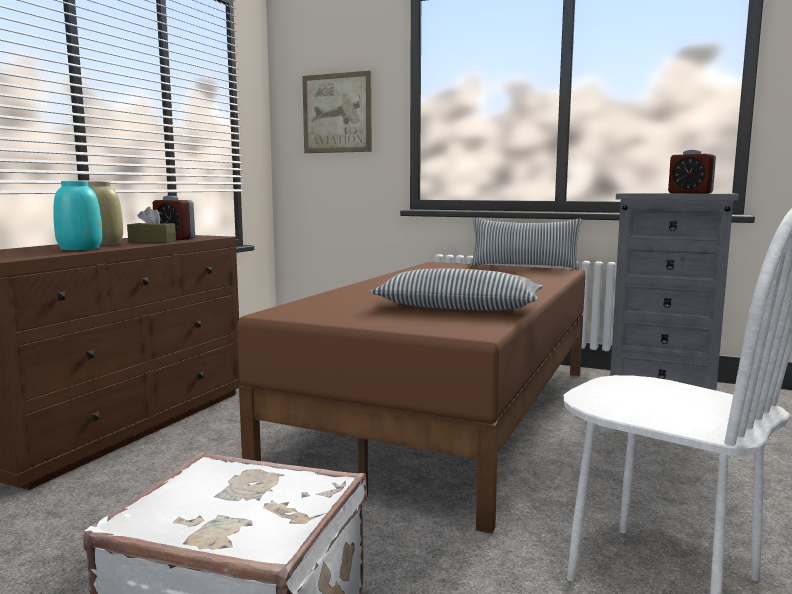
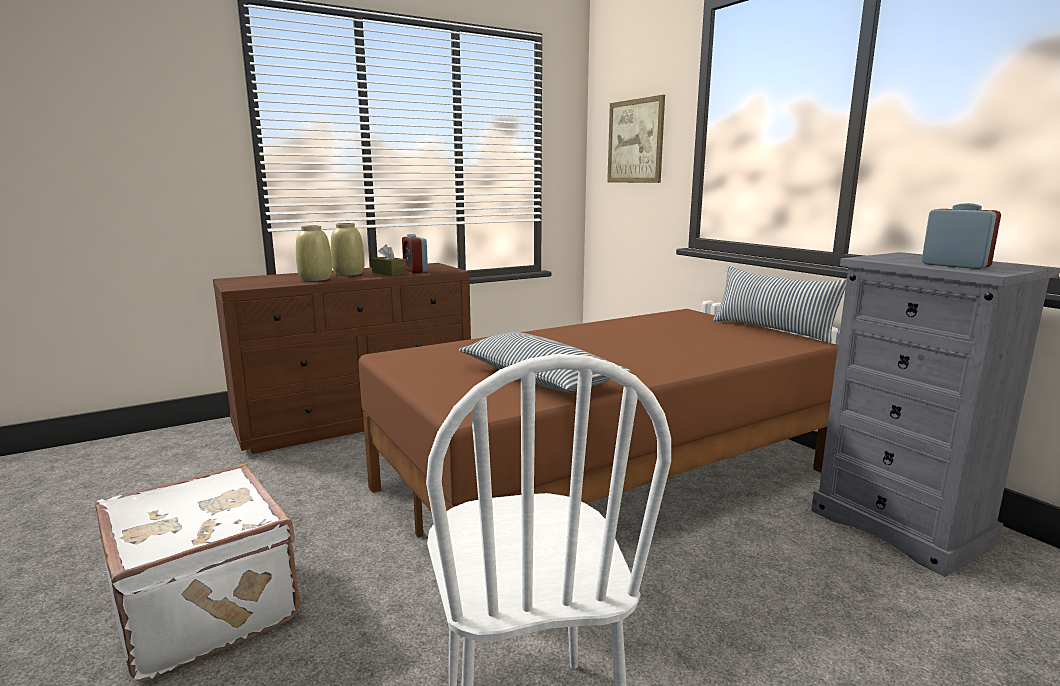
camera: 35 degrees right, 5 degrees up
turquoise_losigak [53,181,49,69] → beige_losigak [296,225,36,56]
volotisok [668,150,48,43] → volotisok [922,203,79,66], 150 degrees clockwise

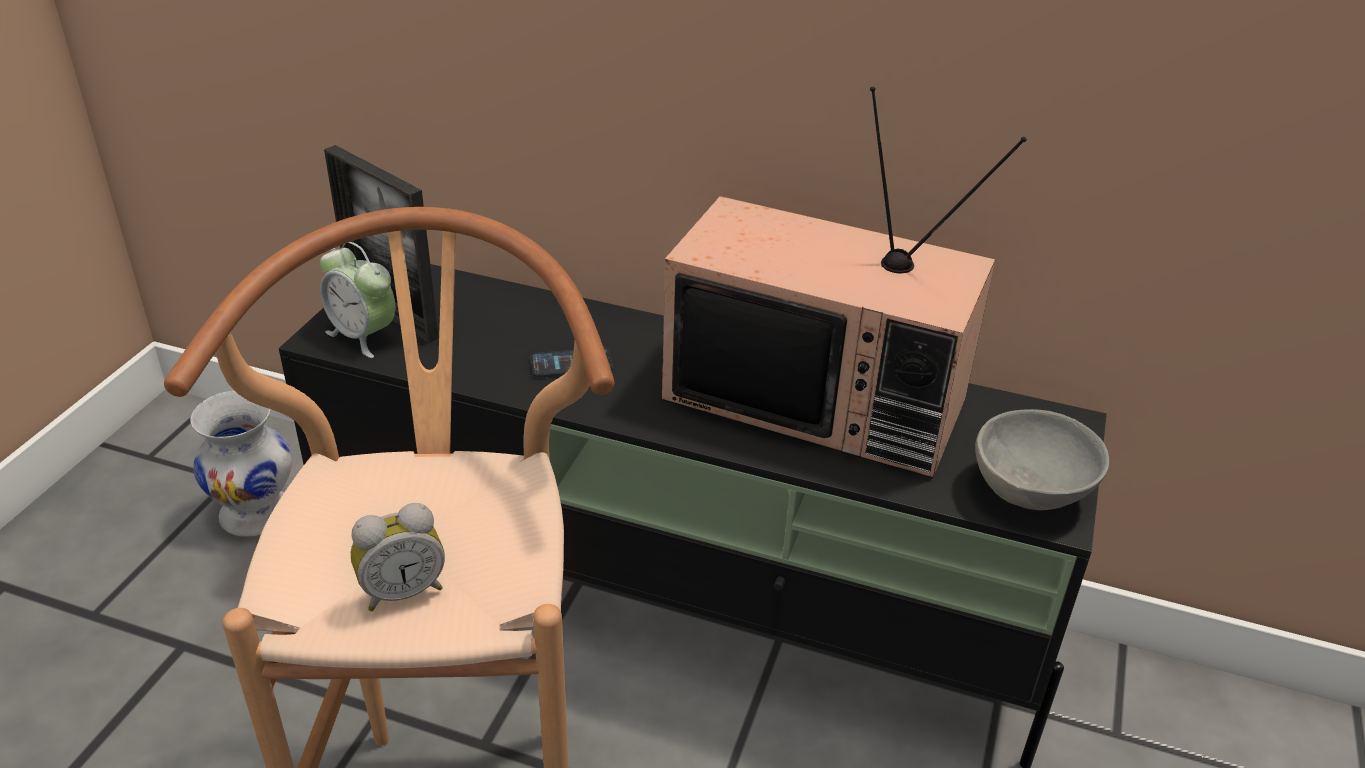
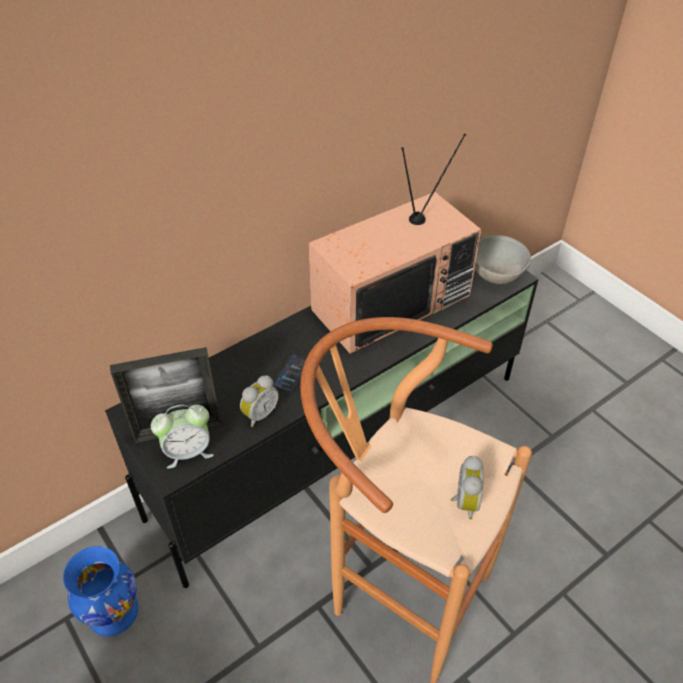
camera: 55 degrees left, 10 degrees up
- → volotisok [240,375,39,52]
white_losigak [190,391,102,146] → blue_losigak [63,546,75,90]

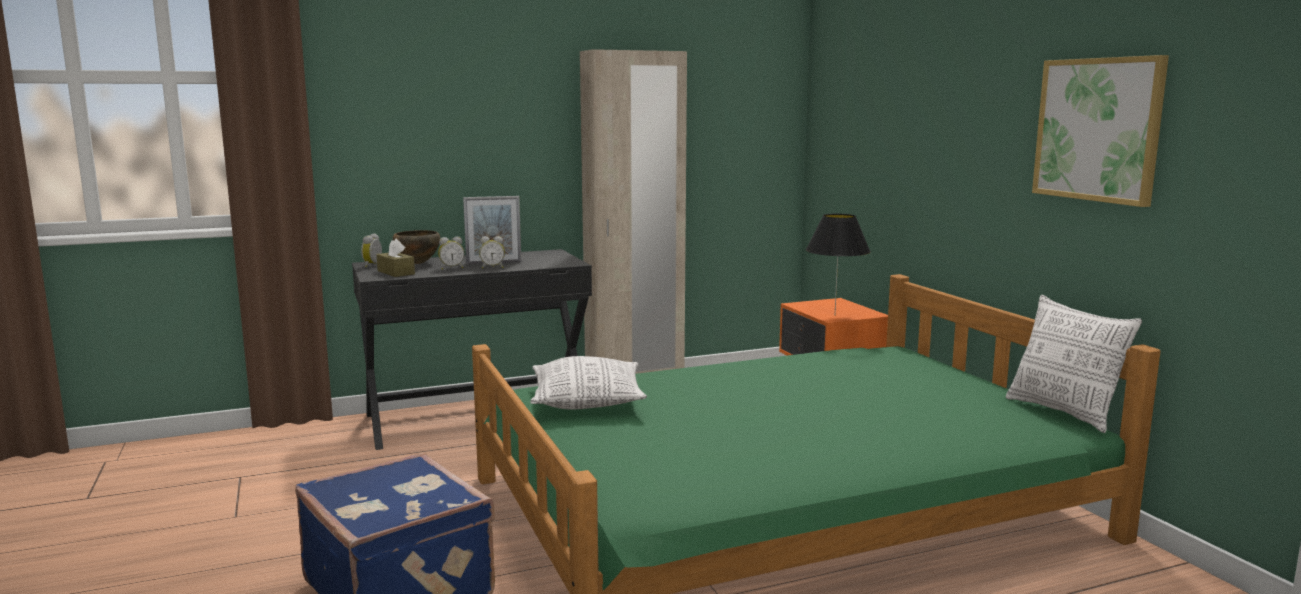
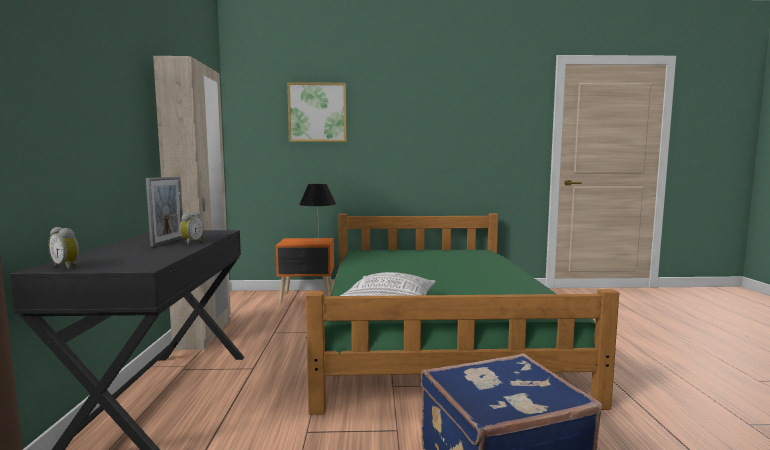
camera: 70 degrees left, 5 degrees down
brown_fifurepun [377,238,38,39] → -
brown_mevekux [393,230,47,34] → -
volotisok [438,237,27,33] → -
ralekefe [1006,295,136,138] → -
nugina [1032,55,137,152] → nugina [287,82,60,60], shifted

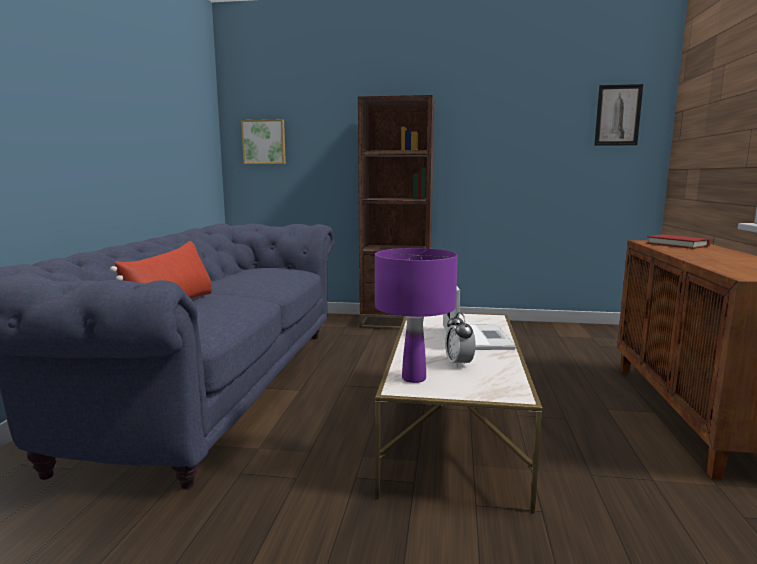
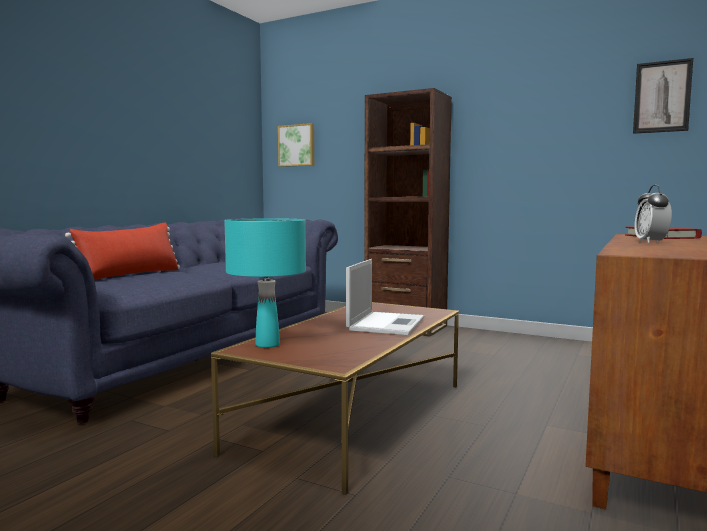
camera: 20 degrees right, 5 degrees down
volotisok [445,312,31,56] → volotisok [635,185,37,58], shifted
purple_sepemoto [375,248,83,135] → turquoise_sepemoto [224,218,82,130]
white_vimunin [375,313,167,200] → brown_vimunin [211,302,248,193]

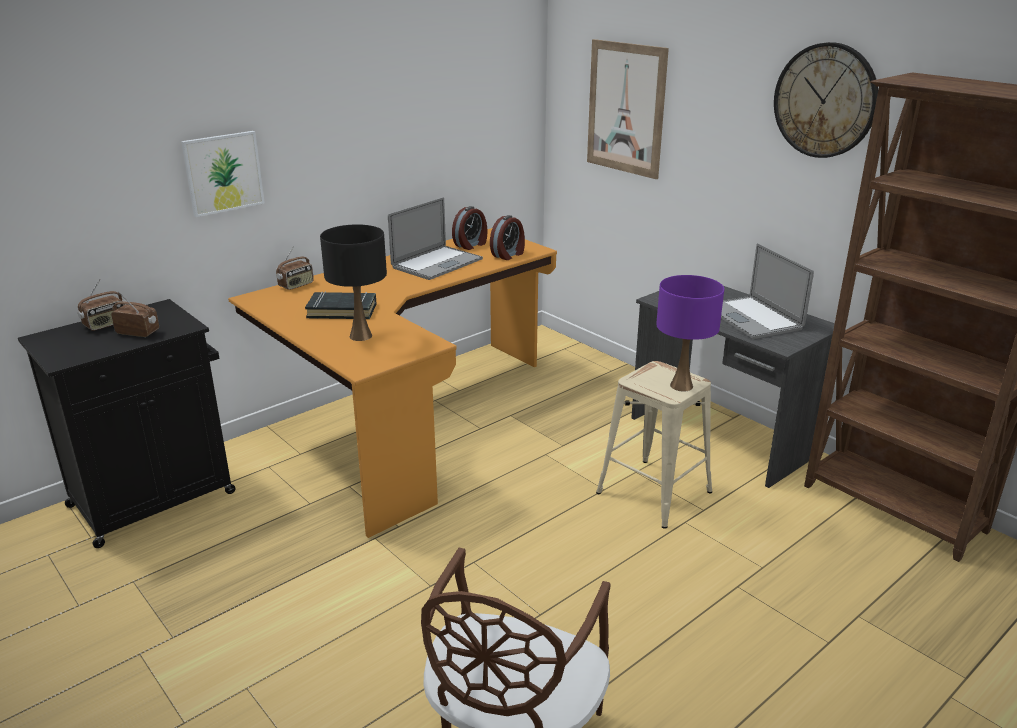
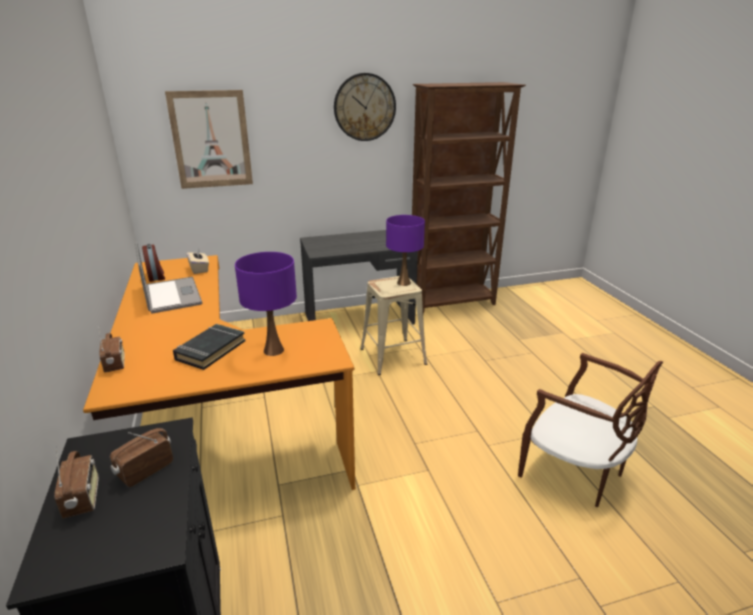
camera: 65 degrees left, 0 degrees up
nugina [181,131,84,86] → -
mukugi [721,243,93,96] → -
volotisok [490,215,35,45] → beige_fifurepun [187,248,22,26]
black_sepemoto [320,224,67,117] → purple_sepemoto [235,252,62,104]

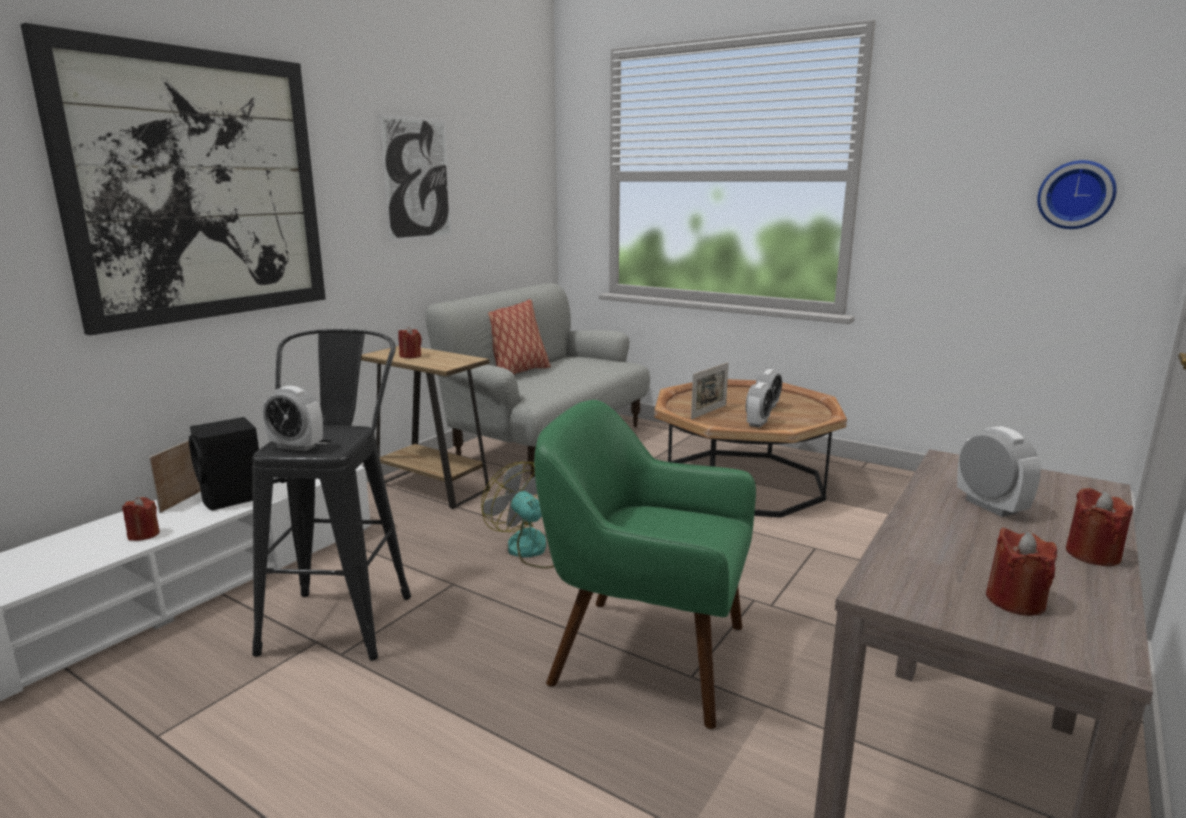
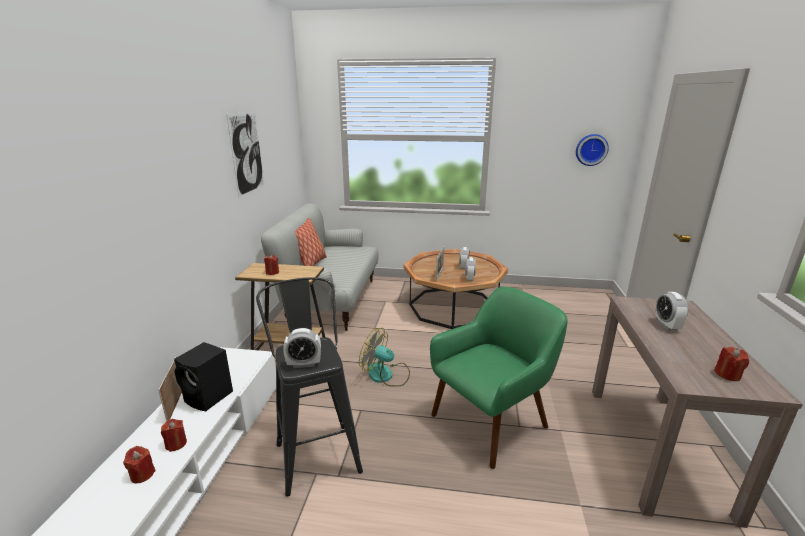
camera: 25 degrees left, 5 degrees up
nugina [20,23,306,312] → -
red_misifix [1066,488,67,78] → red_misifix [123,446,33,37], shifted
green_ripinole [534,400,222,329] → green_ripinole [430,287,137,182], 150 degrees clockwise
volotisok [957,426,84,91] → volotisok [655,292,33,38], 135 degrees counterclockwise

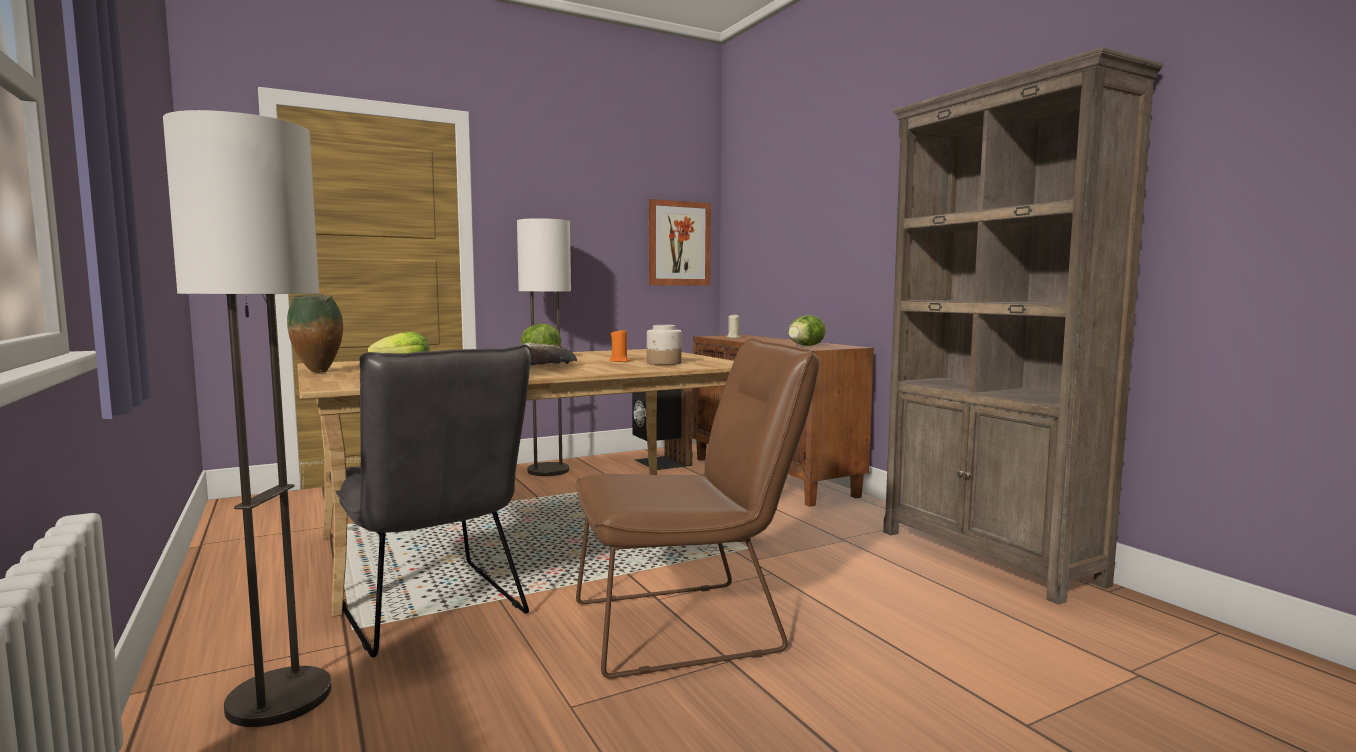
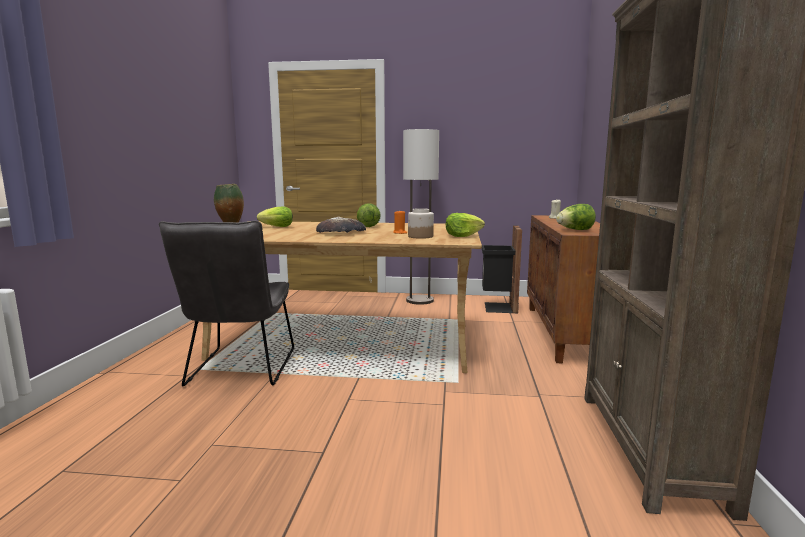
camera: 35 degrees right, 5 degrees up
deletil [163,110,168,617] → -
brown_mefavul [576,338,244,341] → -
nugina [648,199,63,87] → -
- → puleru [446,213,39,24]

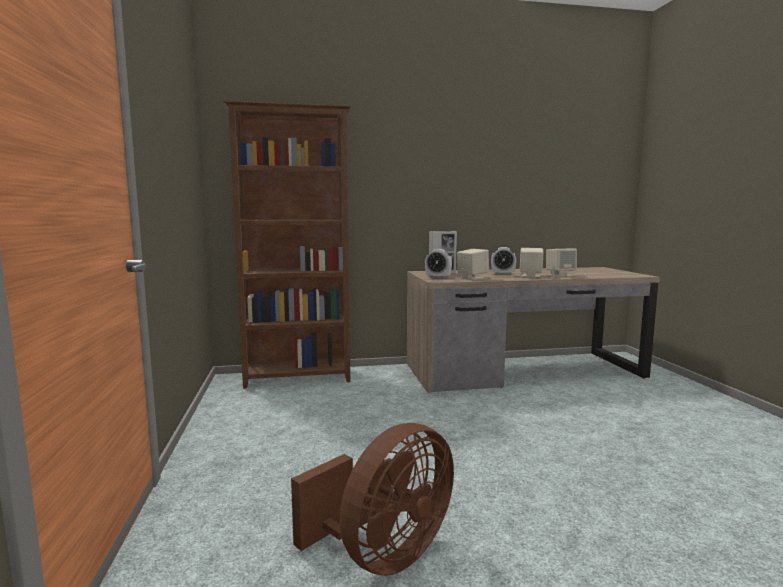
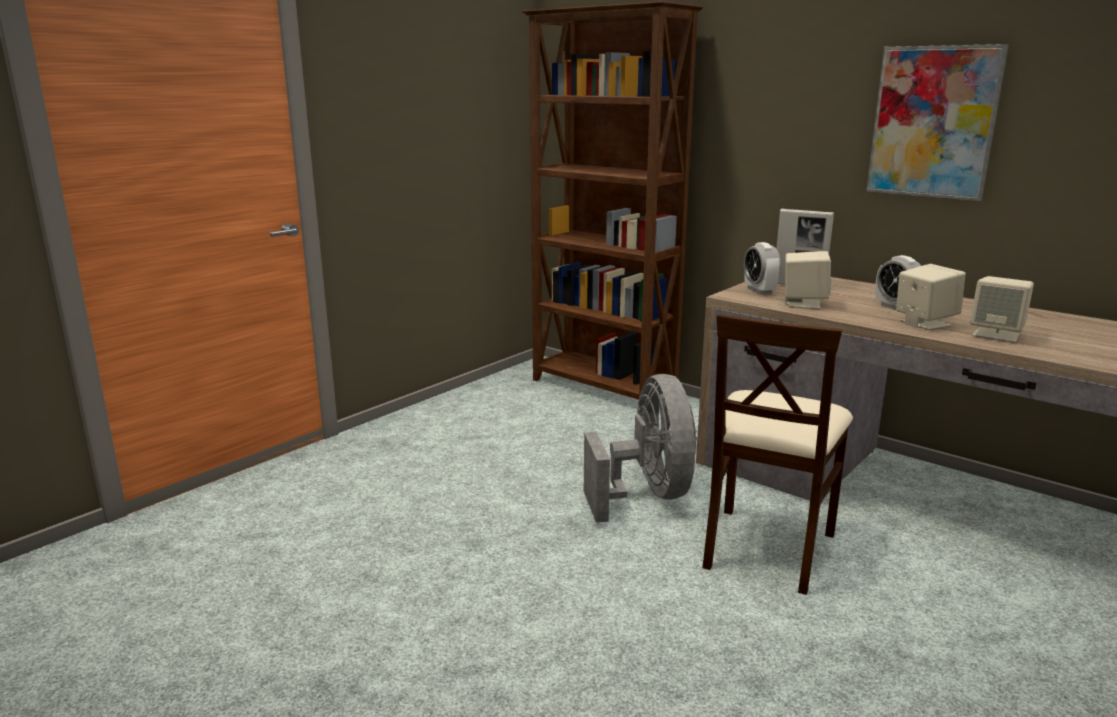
camera: 50 degrees right, 10 degrees up
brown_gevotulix [291,423,163,153] → -
- → grey_gevotulix [584,374,113,149]
- → beige_mefavul [702,314,151,281]
- → nugina [866,44,143,157]

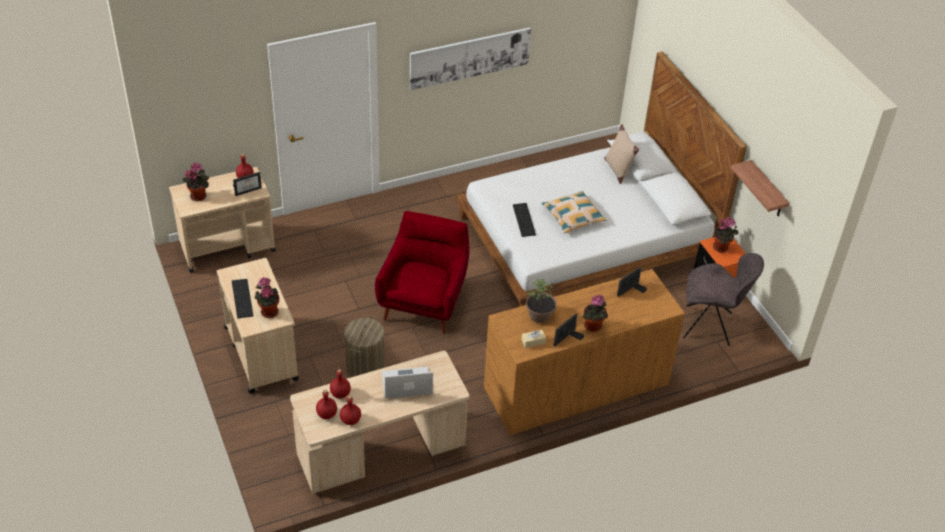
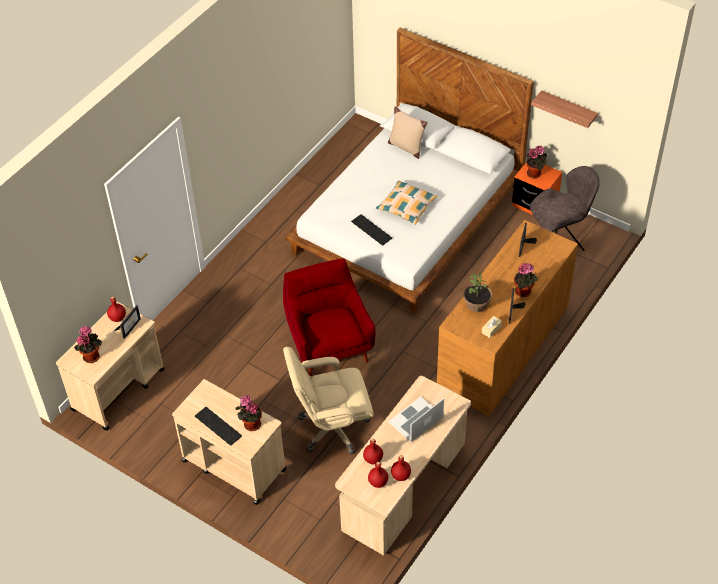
camera: 30 degrees left, 5 degrees up
nugina [410,27,121,63] → -
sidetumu [344,316,41,62] → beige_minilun [283,347,91,108]

